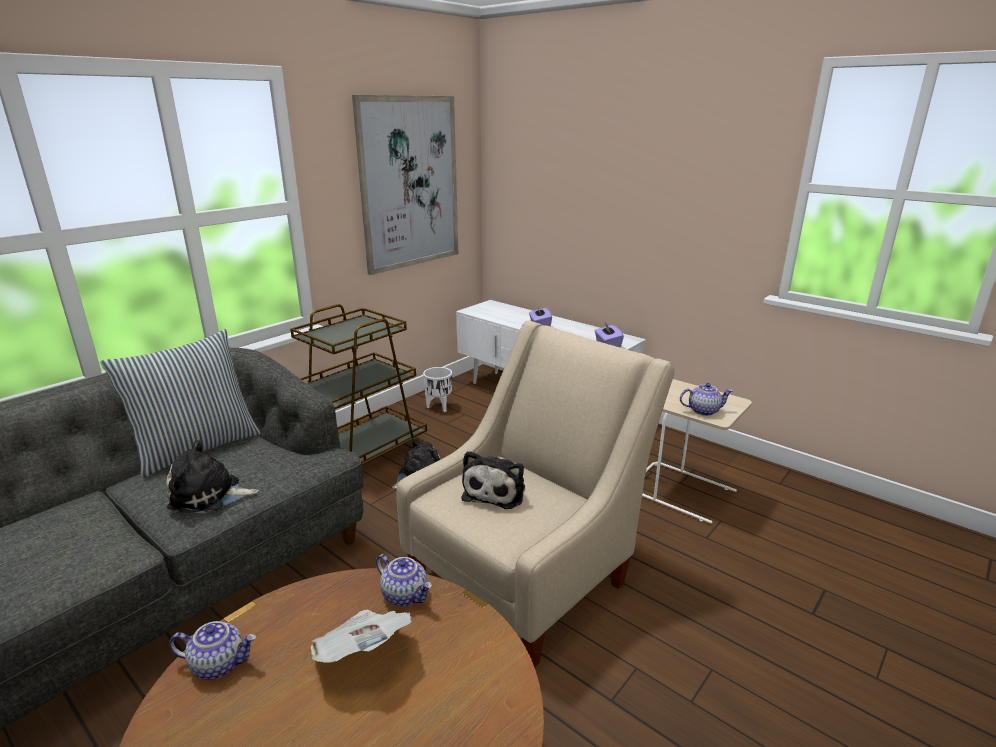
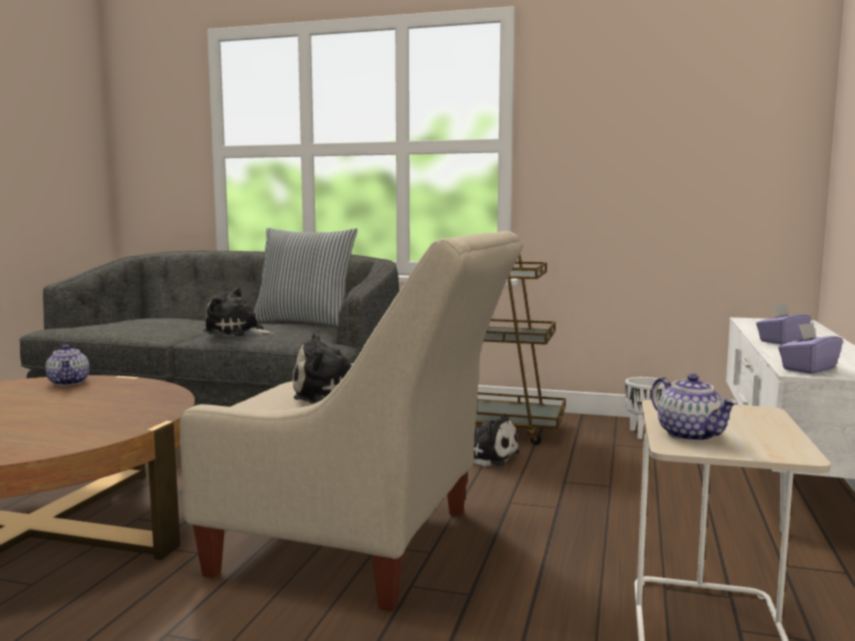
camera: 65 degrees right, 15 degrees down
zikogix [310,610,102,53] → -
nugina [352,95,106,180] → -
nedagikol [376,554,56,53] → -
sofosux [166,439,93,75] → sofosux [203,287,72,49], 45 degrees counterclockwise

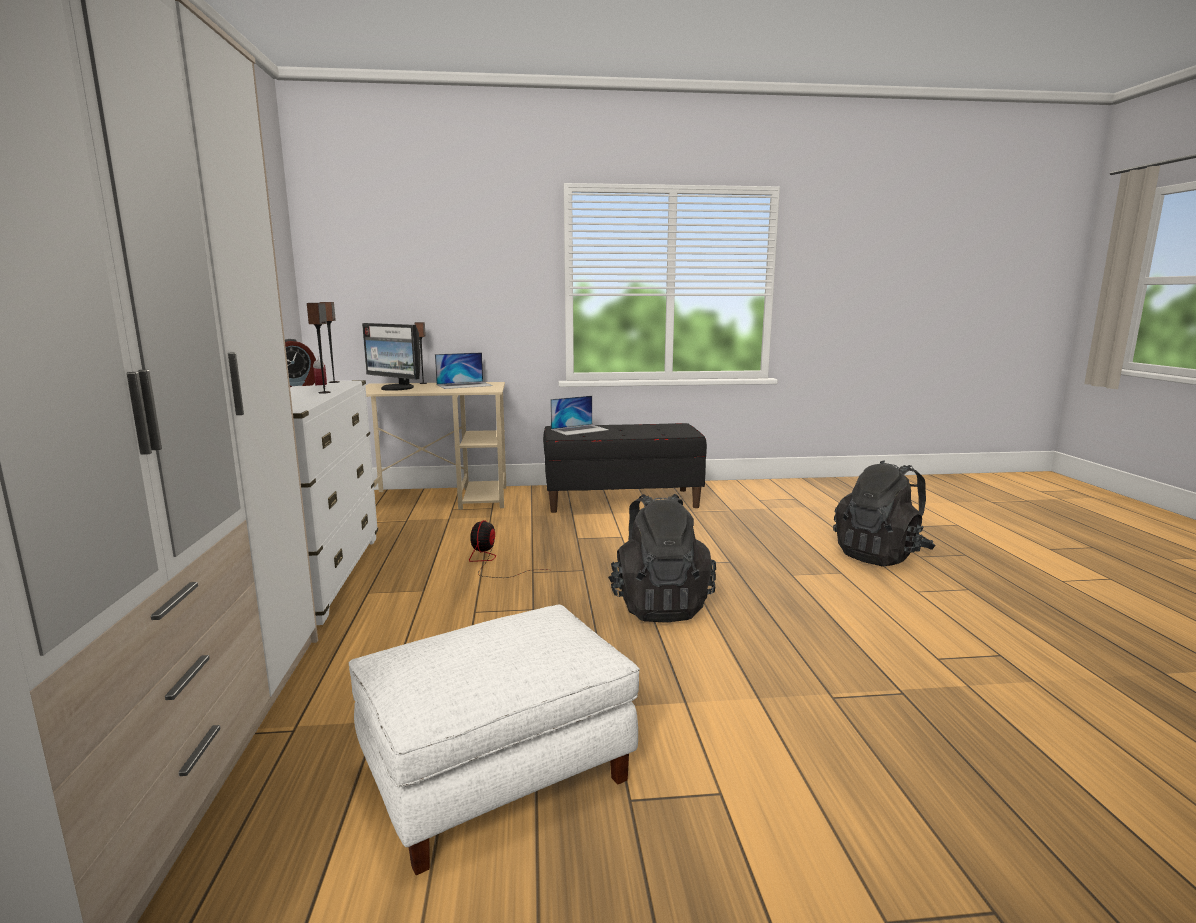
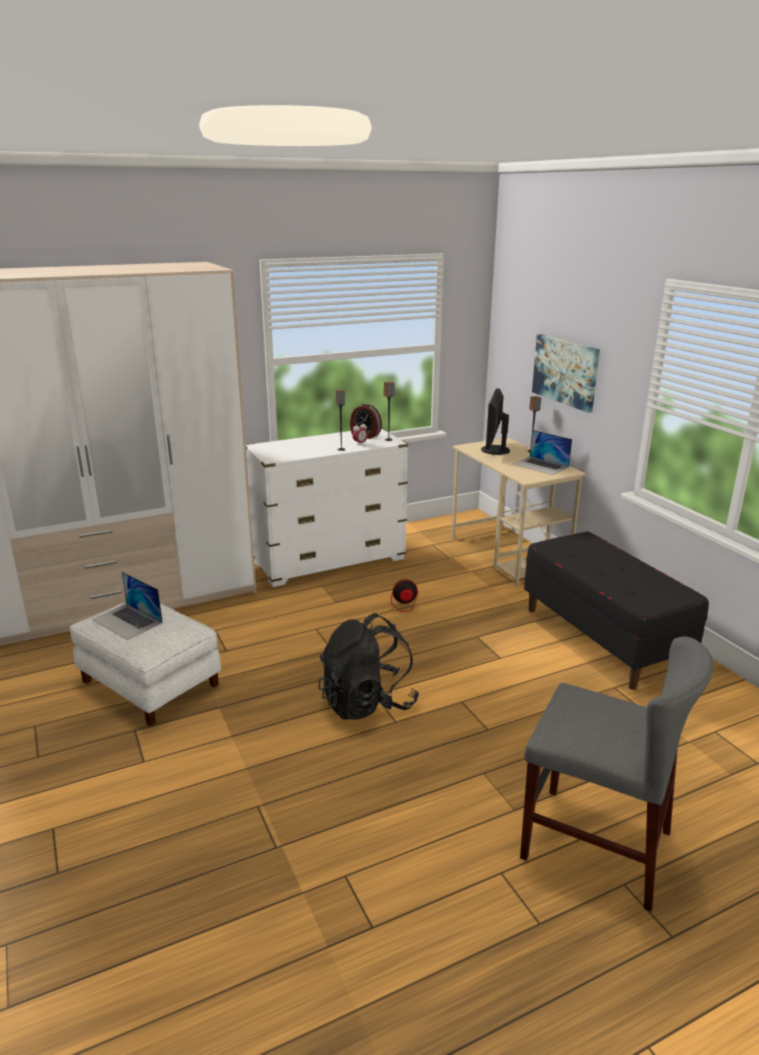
camera: 70 degrees right, 10 degrees up
- → nugina [532,334,68,79]
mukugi [550,396,59,39] → mukugi [92,572,71,68], shifted
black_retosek [833,460,103,106] → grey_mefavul [520,636,194,276]

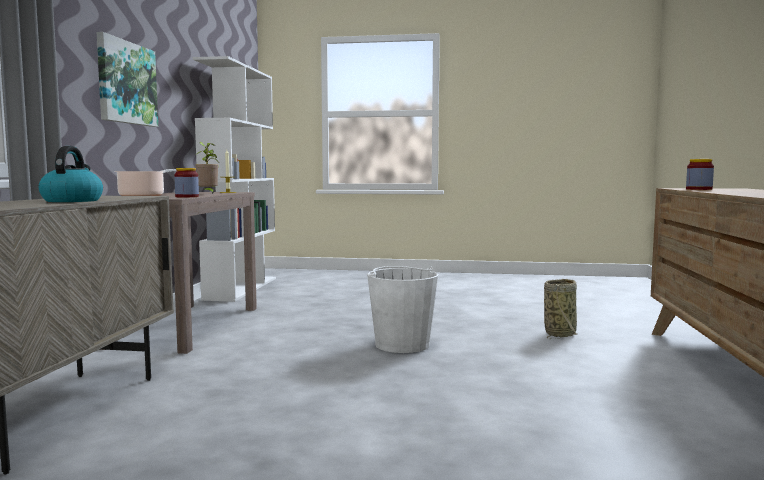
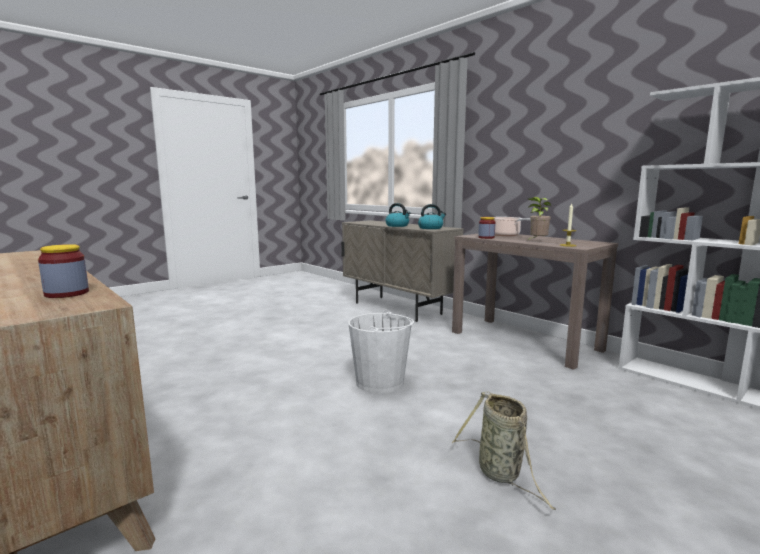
camera: 130 degrees right, 5 degrees up
nugina [97,32,61,95] → -
- → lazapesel [418,204,28,25]
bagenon [544,279,33,60] → bagenon [452,392,104,118], shifted

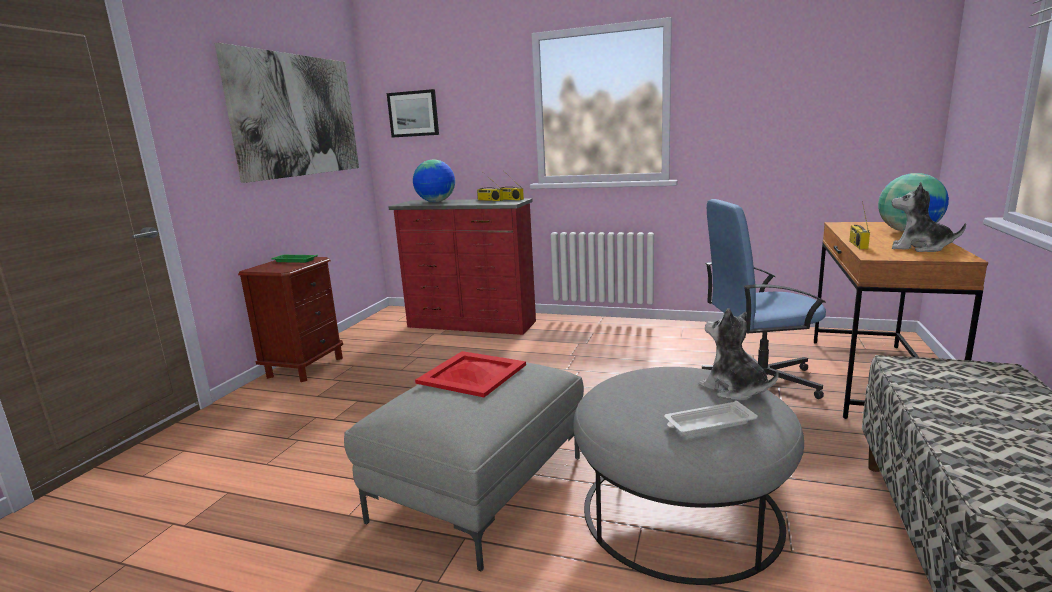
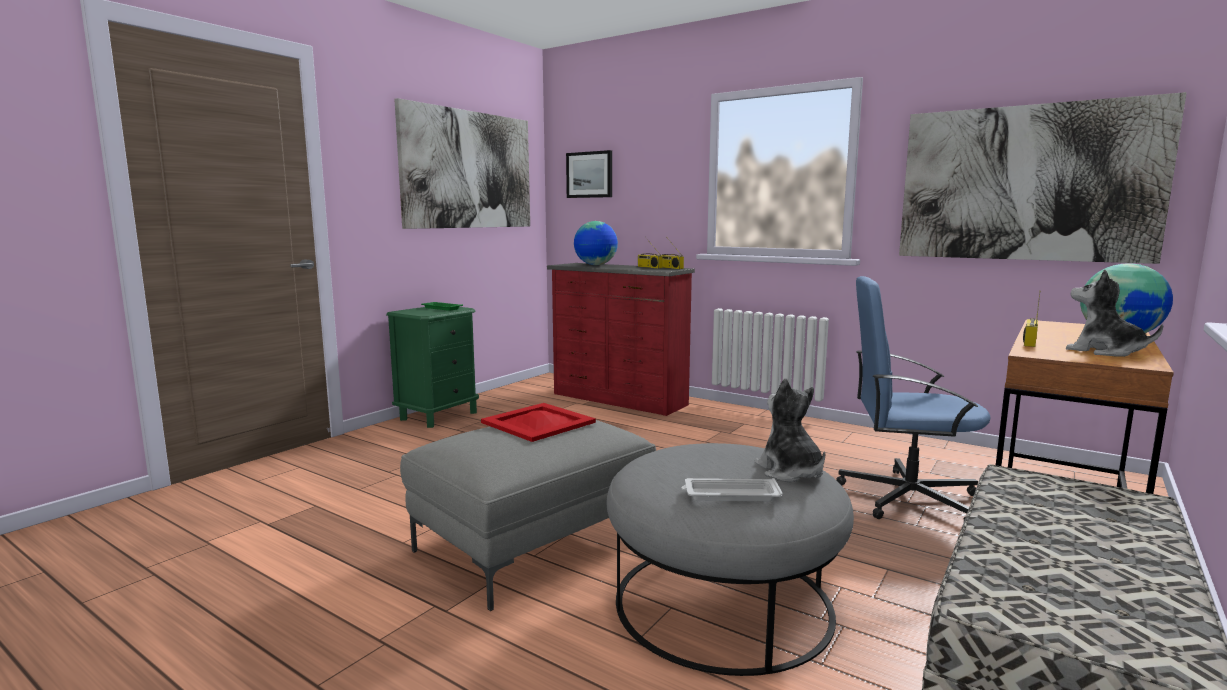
camera: 15 degrees right, 5 degrees down
- → nugina [899,92,288,172]
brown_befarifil [238,257,105,125] → green_befarifil [386,307,93,121]

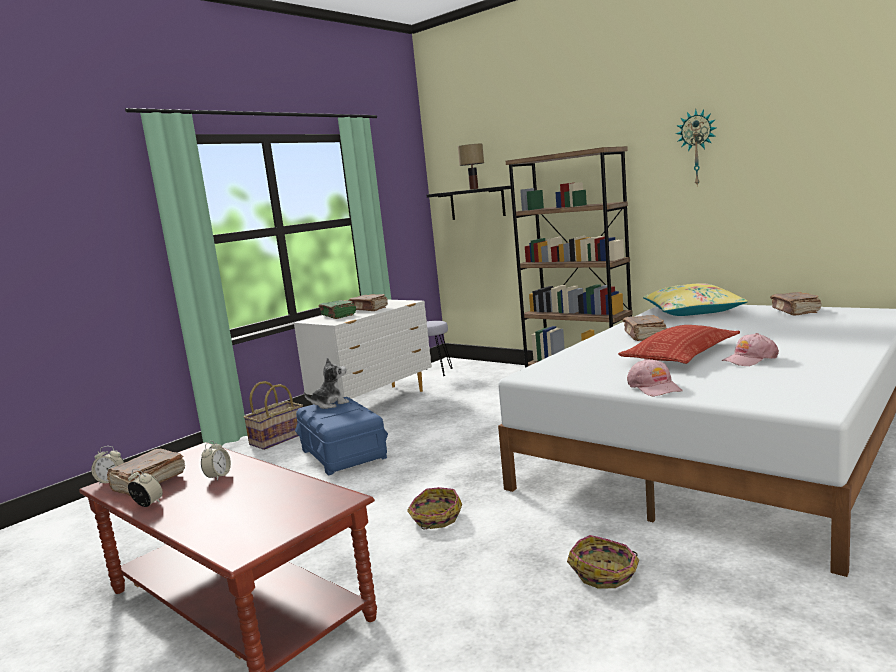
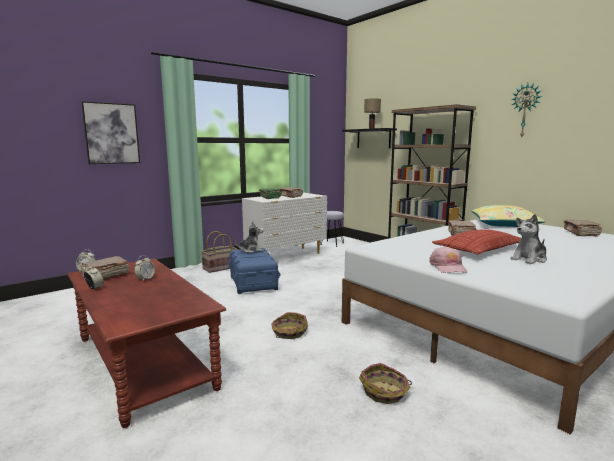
camera: 10 degrees right, 0 degrees up
- → nugina [81,101,59,63]
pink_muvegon [722,333,57,33] → sofosux [510,214,37,50]

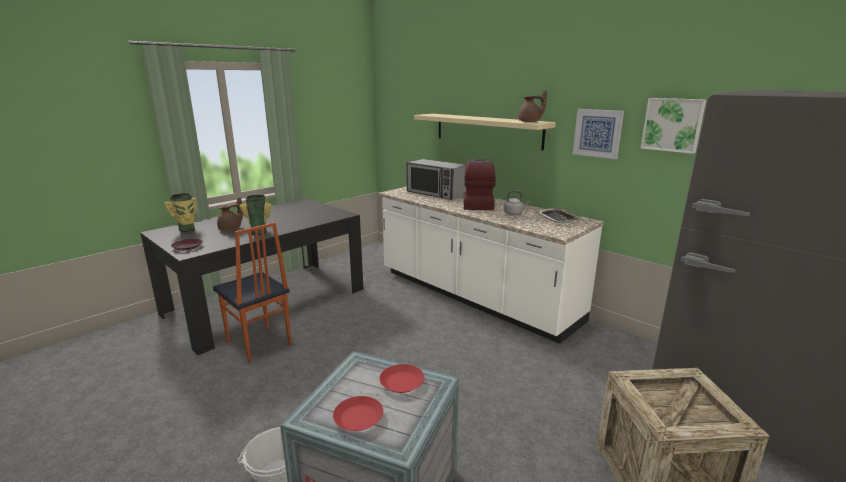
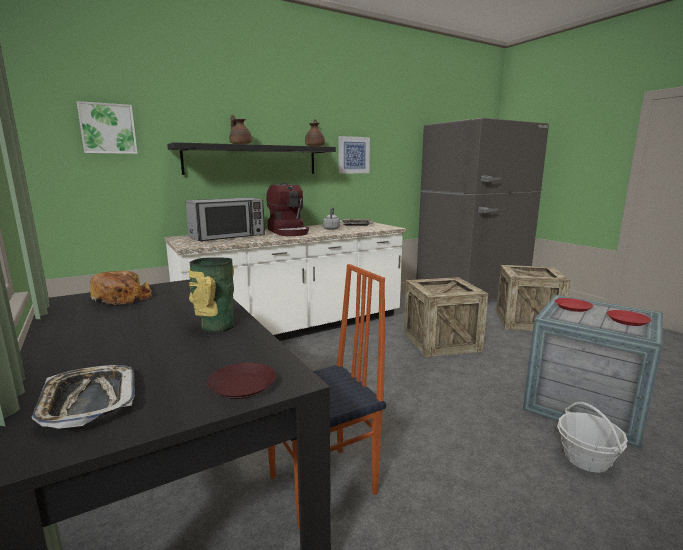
camera: 75 degrees left, 5 degrees down
- → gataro [90,271,62,34]
- → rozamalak [404,277,84,80]
brown_nedagikol [217,197,26,33] → brown_nedagikol [229,114,23,30], shifted
nugina [640,98,66,56] → nugina [76,101,62,53], shifted
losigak [164,193,33,39] → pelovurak [32,365,103,64]
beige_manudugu [414,114,142,36] → black_manudugu [167,142,169,33]
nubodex [464,159,32,51] → nubodex [266,183,43,53], 135 degrees counterclockwise

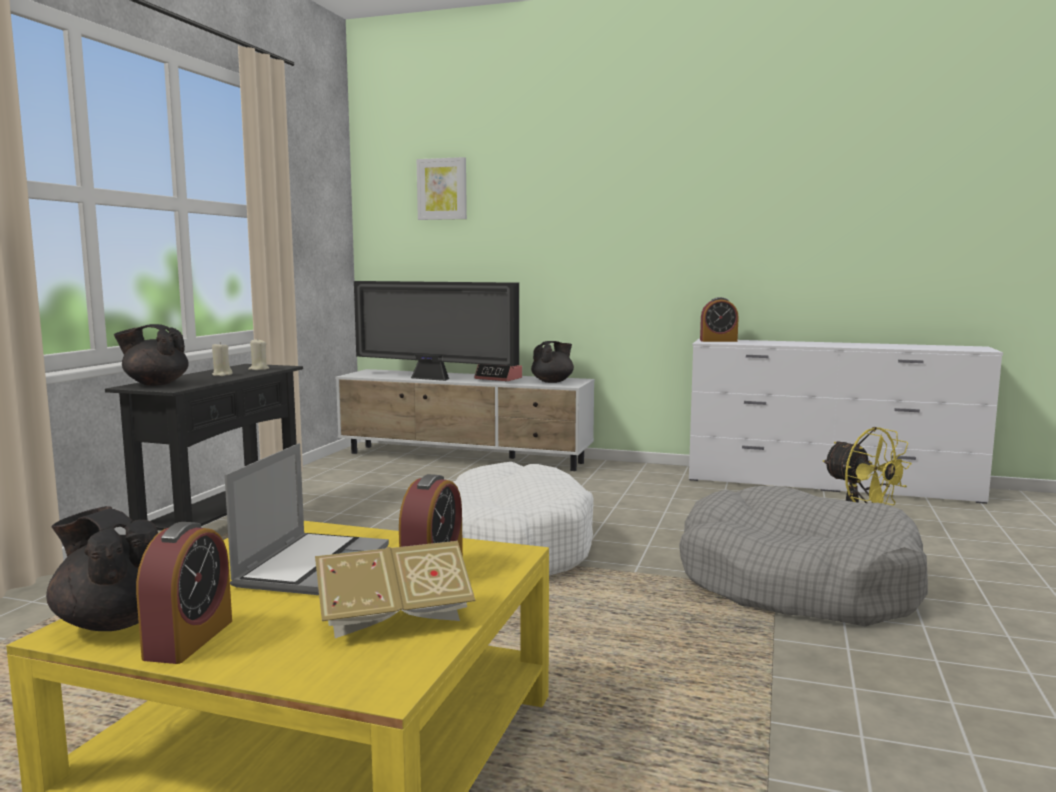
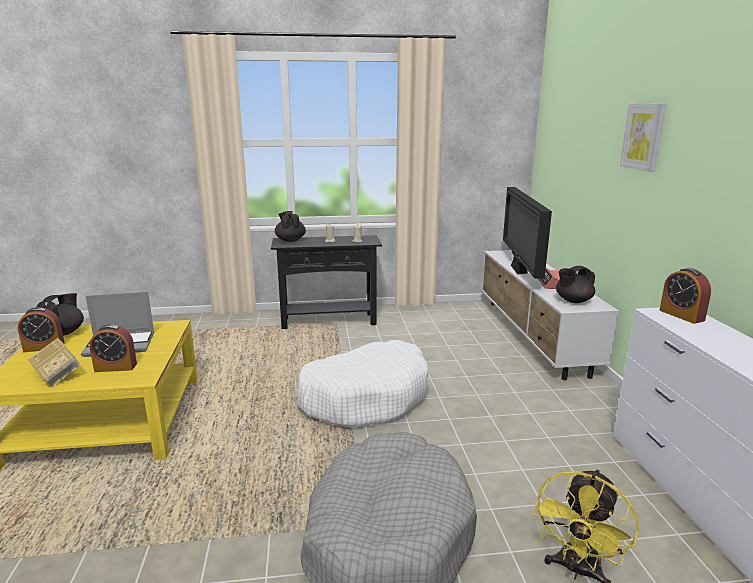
camera: 65 degrees right, 10 degrees up
nugina [417,157,50,63] → nugina [620,104,46,68], shifted
black_nedagikol [531,341,43,42] → black_nedagikol [556,266,39,37], 135 degrees clockwise

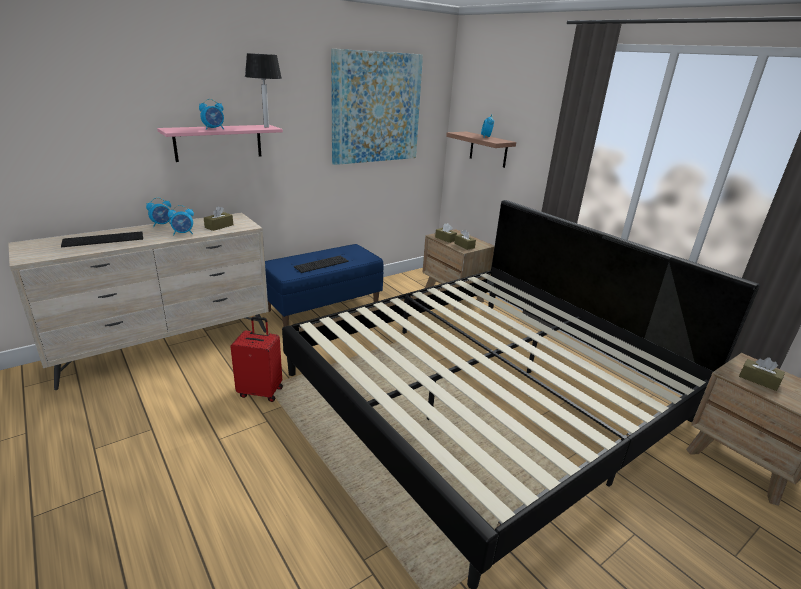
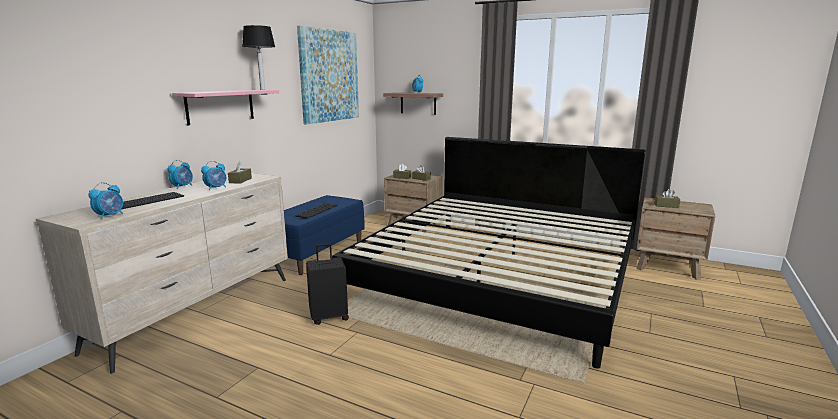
camera: 25 degrees left, 10 degrees down
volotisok [199,99,25,31] → volotisok [88,182,35,38], shifted
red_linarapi [230,316,53,86] → black_linarapi [306,243,43,82]

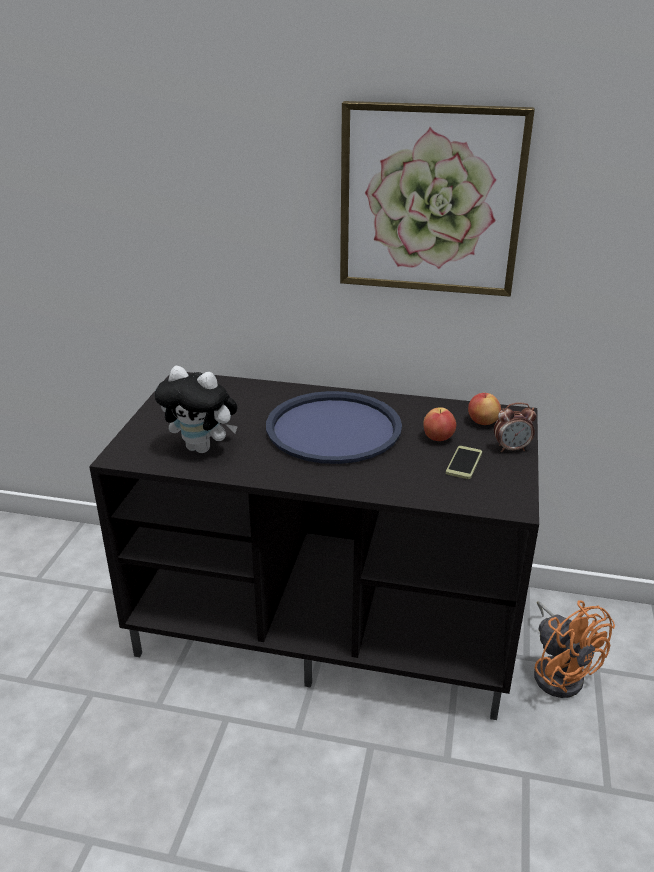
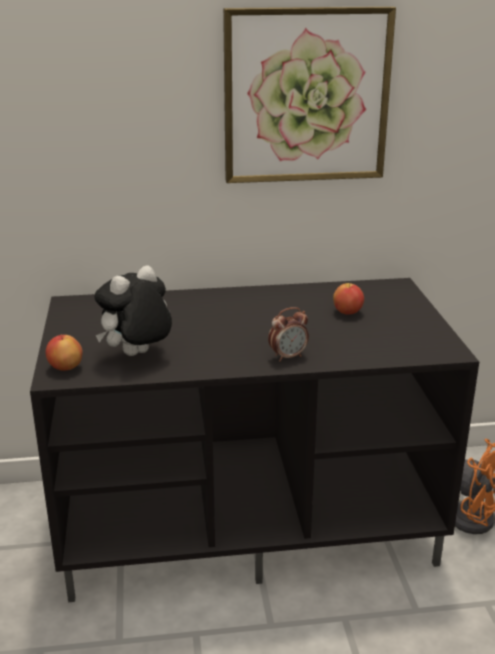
camera: 20 degrees left, 5 degrees down
blue_pelovurak [266,391,136,73] → -
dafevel [446,446,36,33] → -
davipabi [468,392,33,33] → davipabi [46,335,37,36], shifted
volotisok [494,403,42,49] → volotisok [268,307,41,55], shifted
sofosux [155,366,83,87] → sofosux [94,265,78,91], 135 degrees clockwise

